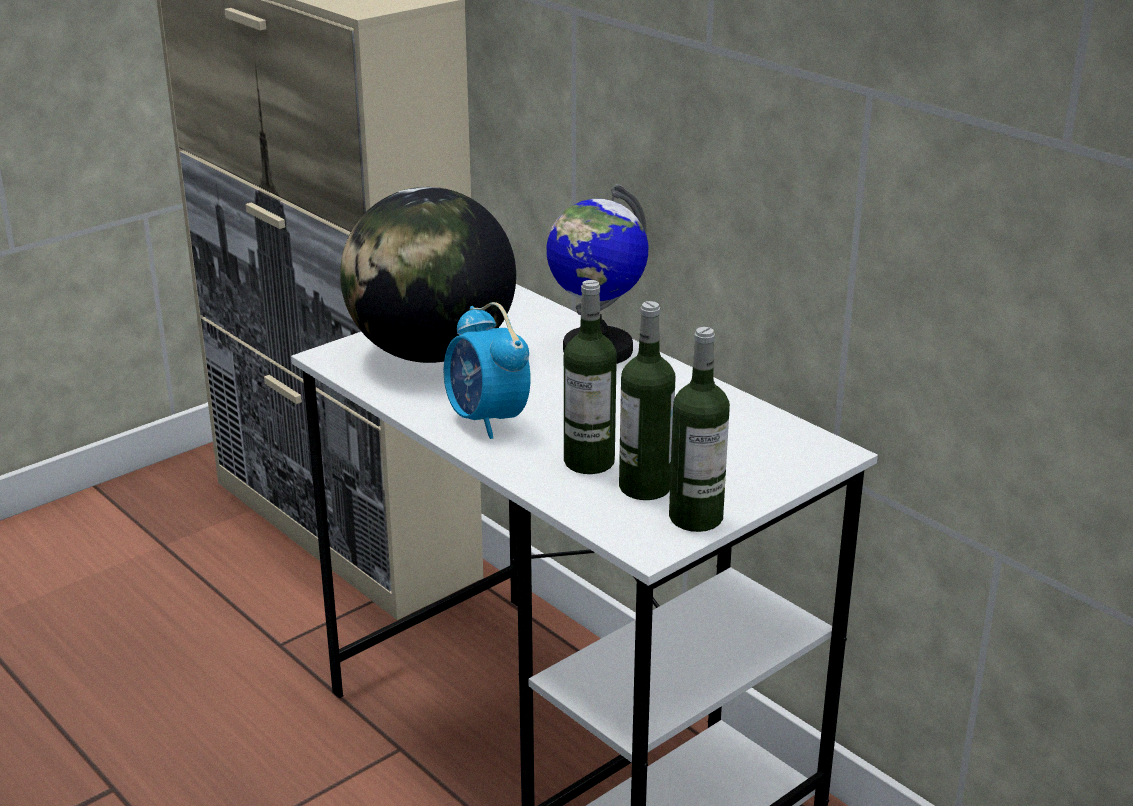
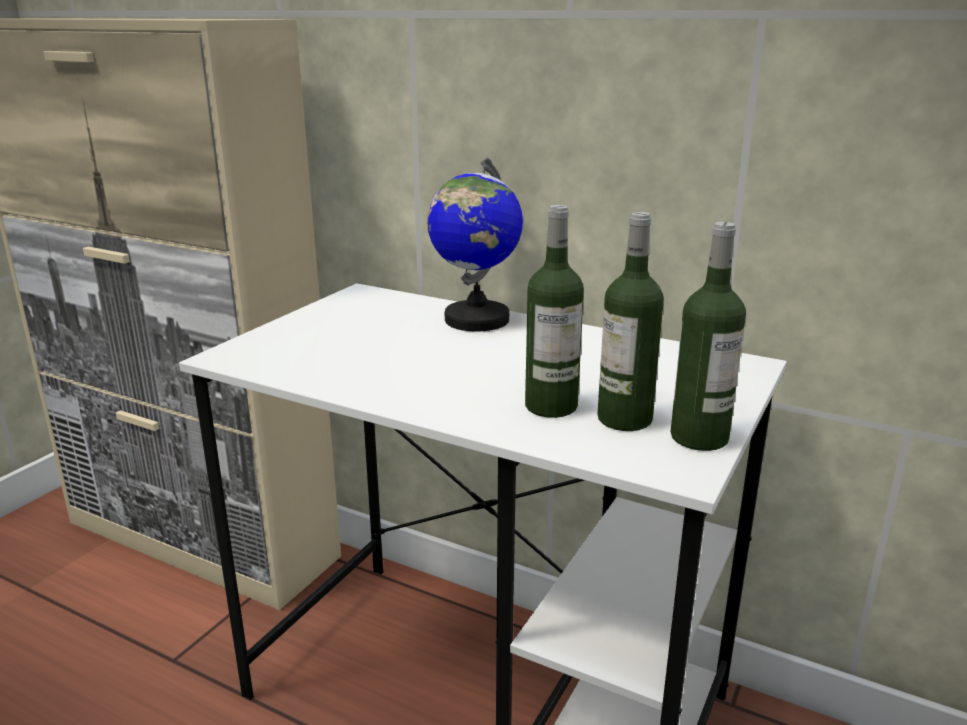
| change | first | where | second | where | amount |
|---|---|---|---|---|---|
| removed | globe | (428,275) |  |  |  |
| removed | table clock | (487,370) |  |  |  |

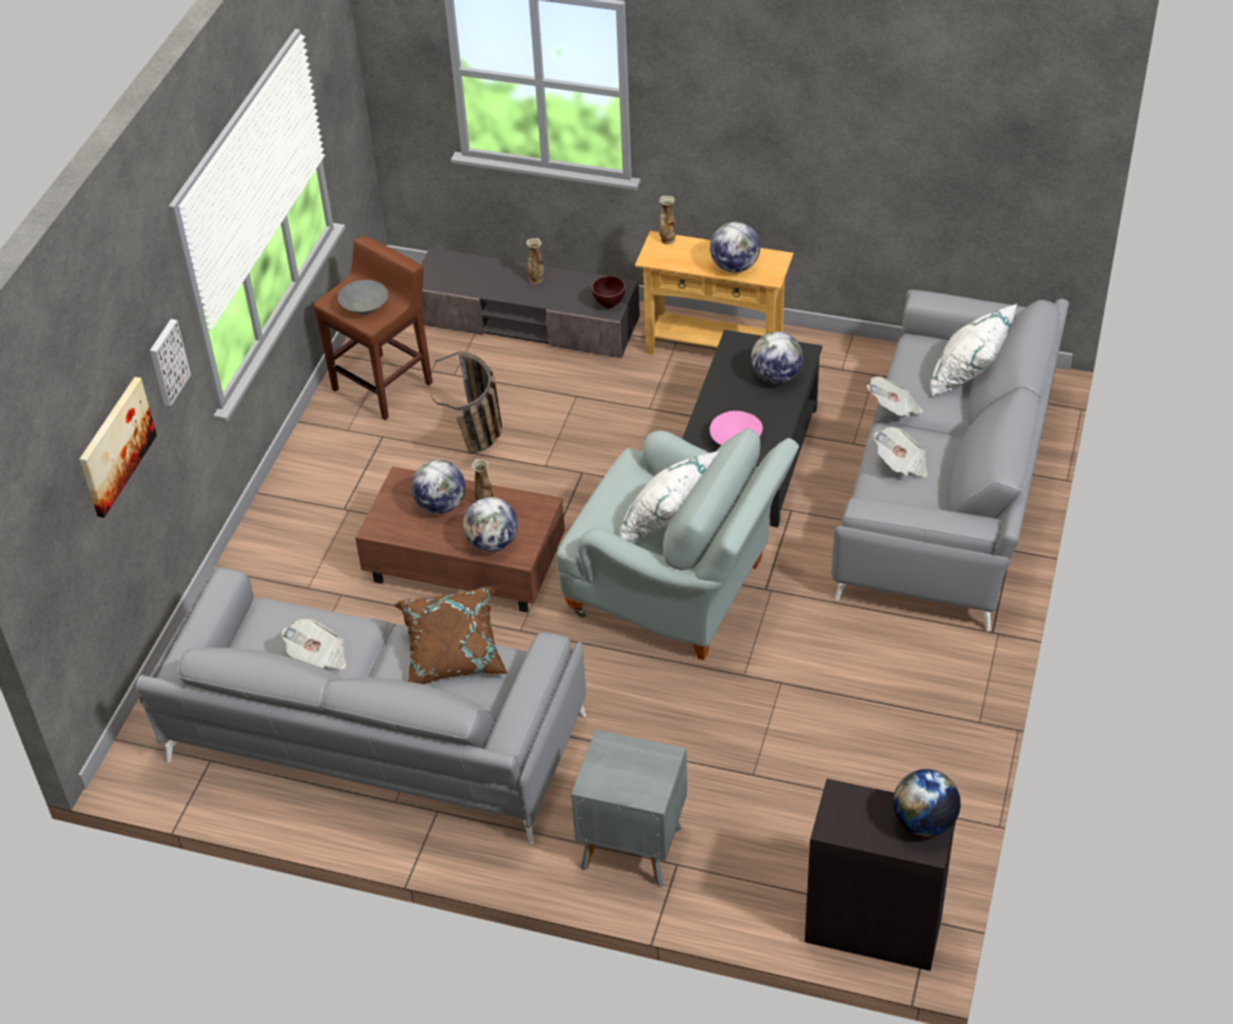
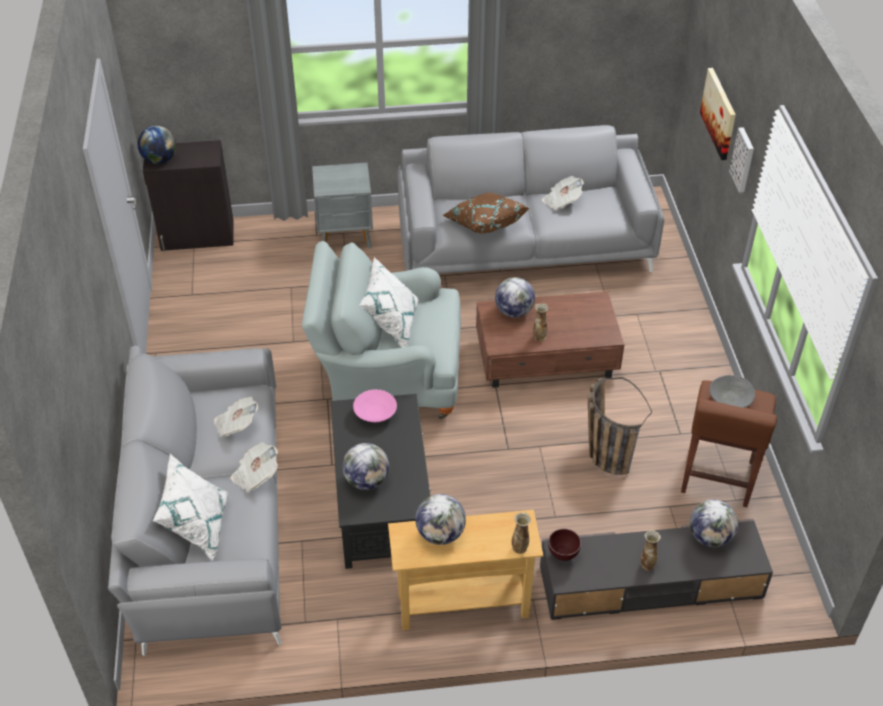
| change | first | where | second | where | amount |
|---|---|---|---|---|---|
| moved | globe | (438,487) |  | (714,523) |  |

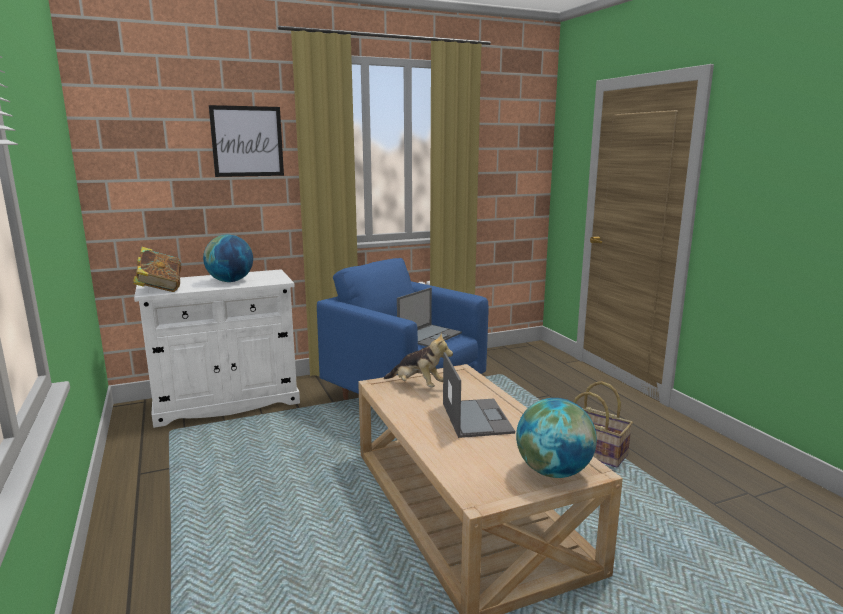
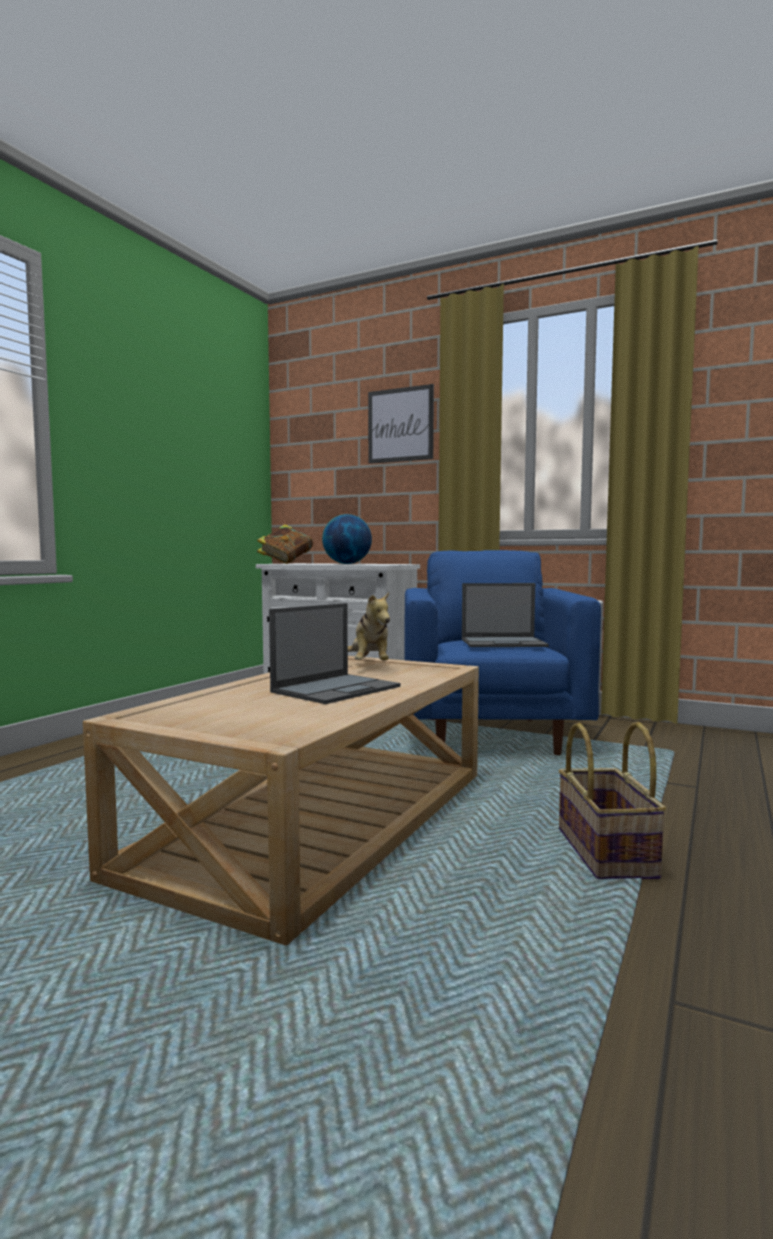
| change | first | where | second | where | amount |
|---|---|---|---|---|---|
| removed | globe | (556,438) |  |  |  |

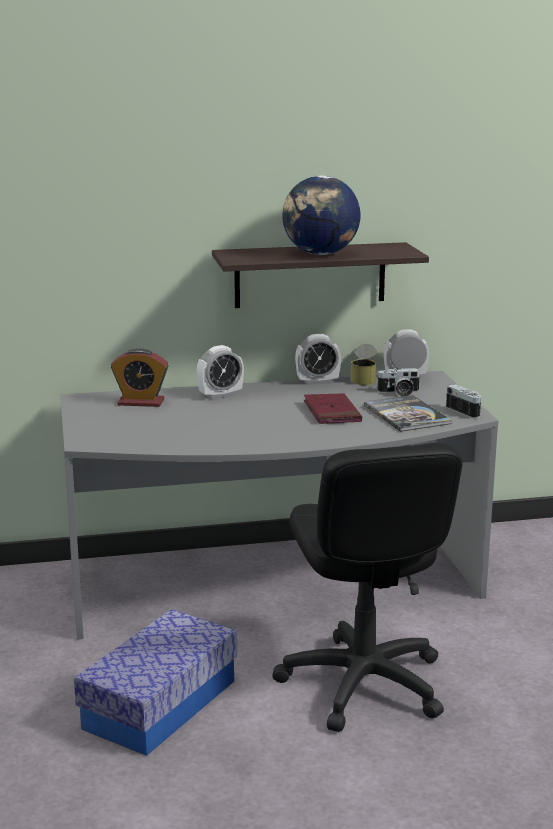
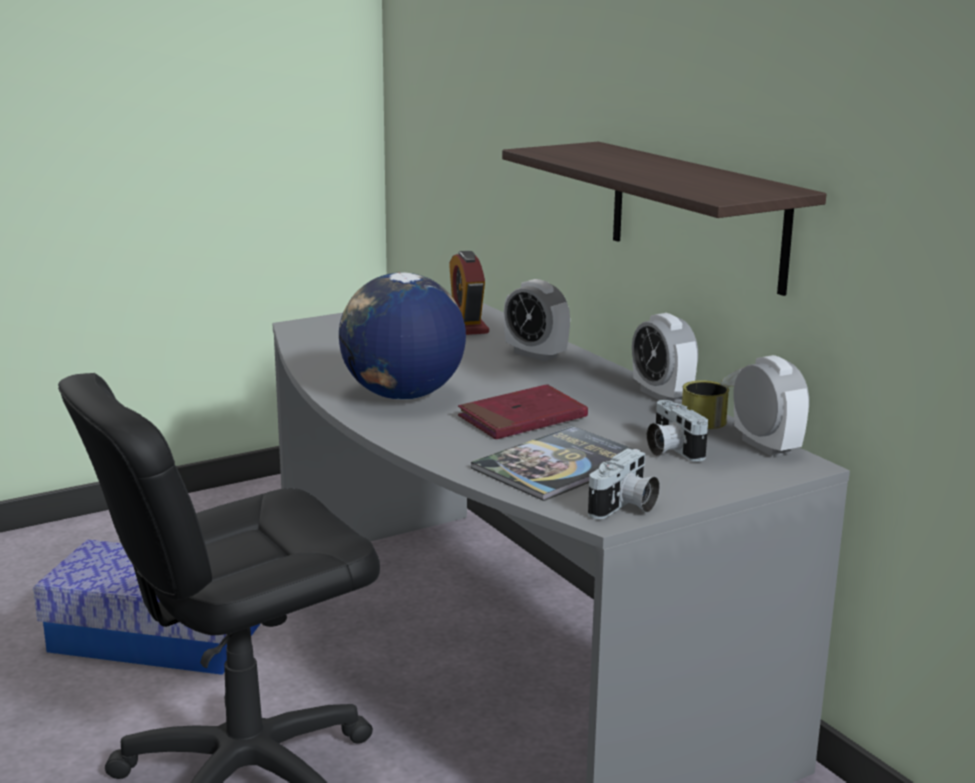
| change | first | where | second | where | amount |
|---|---|---|---|---|---|
| moved | globe | (321,215) |  | (402,336) |  |

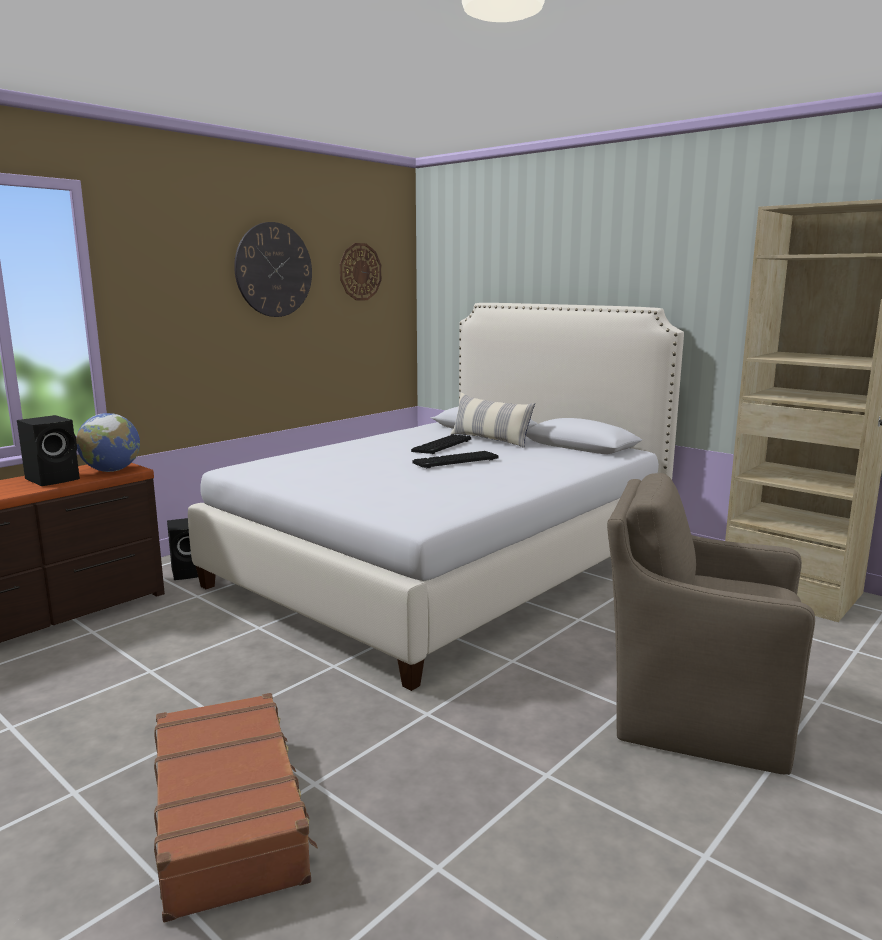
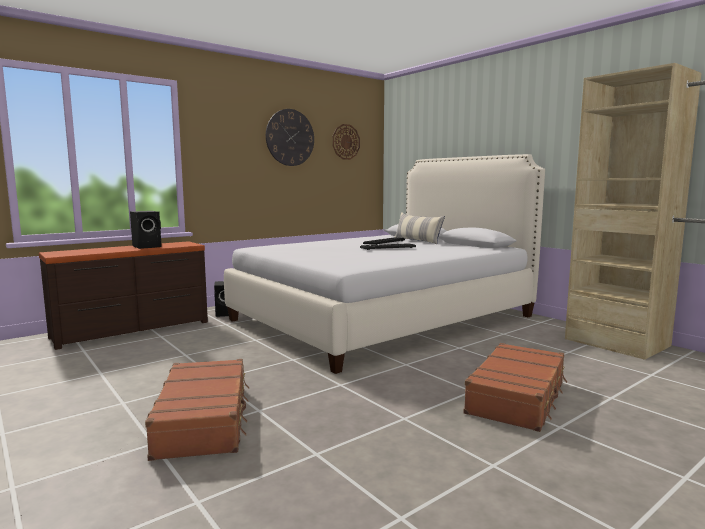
| change | first | where | second | where | amount |
|---|---|---|---|---|---|
| removed | globe | (108,442) |  |  |  |
| replaced | armchair (brown-coloured) | (711,624) | travel case (brown-coloured) | (515,387) |  |

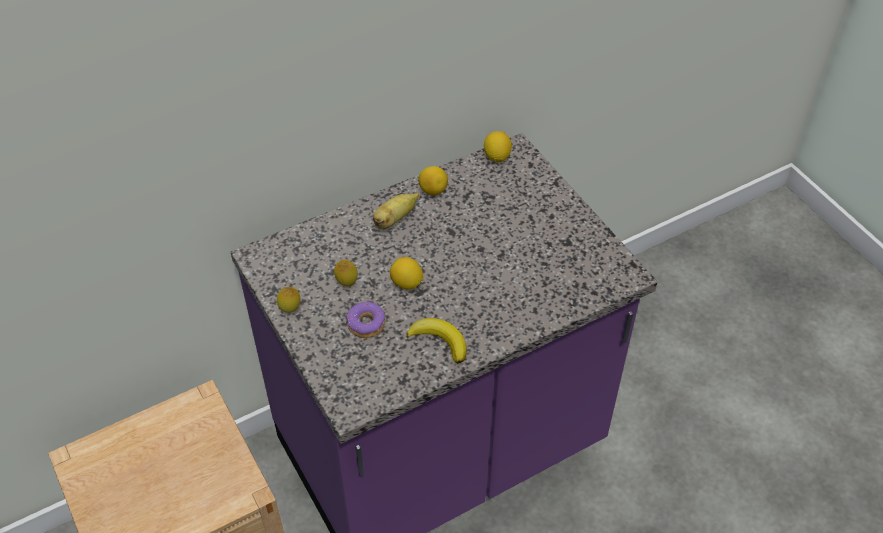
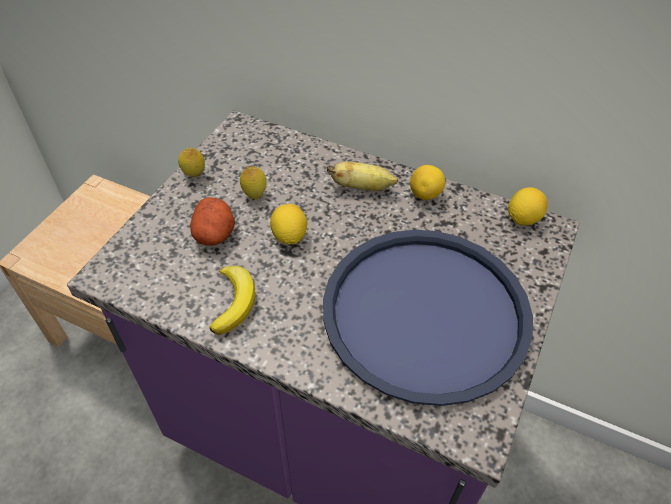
| change | first | where | second | where | amount |
|---|---|---|---|---|---|
| replaced | donut | (366,320) | potato | (212,221) |  |
| added |  |  | tray (blue-coloured) | (428,318) |  |

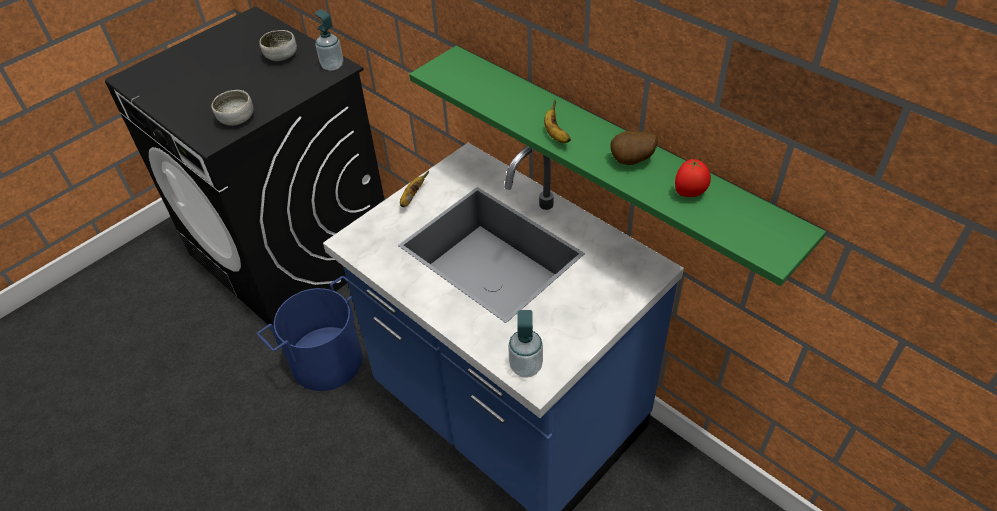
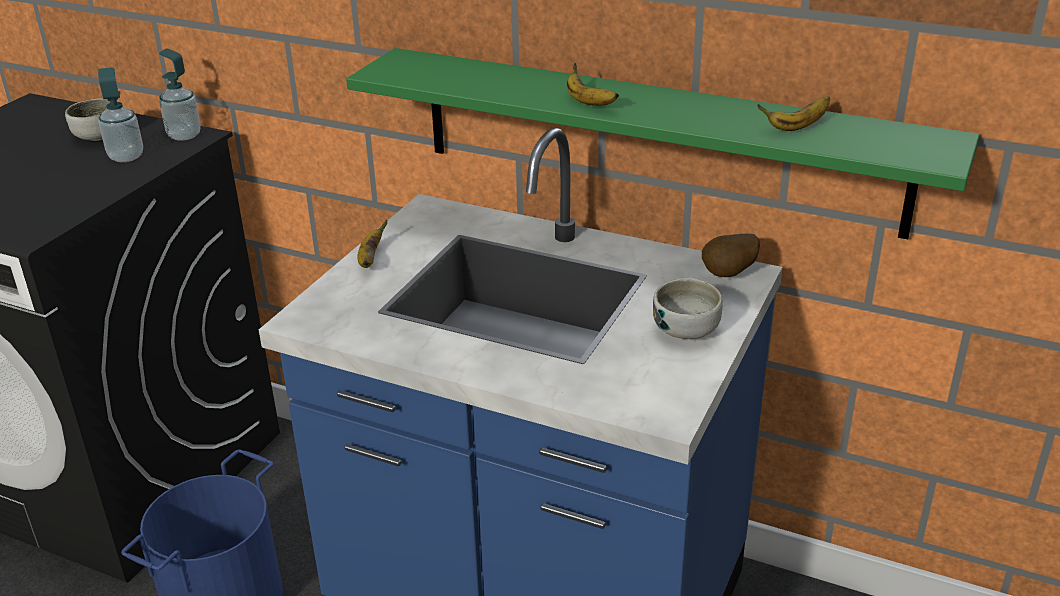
| change | first | where | second | where | amount |
|---|---|---|---|---|---|
| moved | serving bowl | (232,108) |  | (688,308) |  |
| moved | soap bottle | (525,344) |  | (120,114) |  |
| moved | potato | (634,148) |  | (731,255) |  |
| replaced | fresh tomato | (693,178) | banana | (793,113) |  |

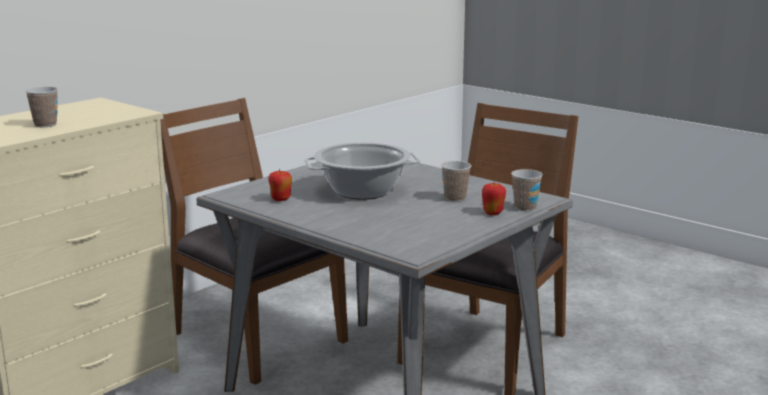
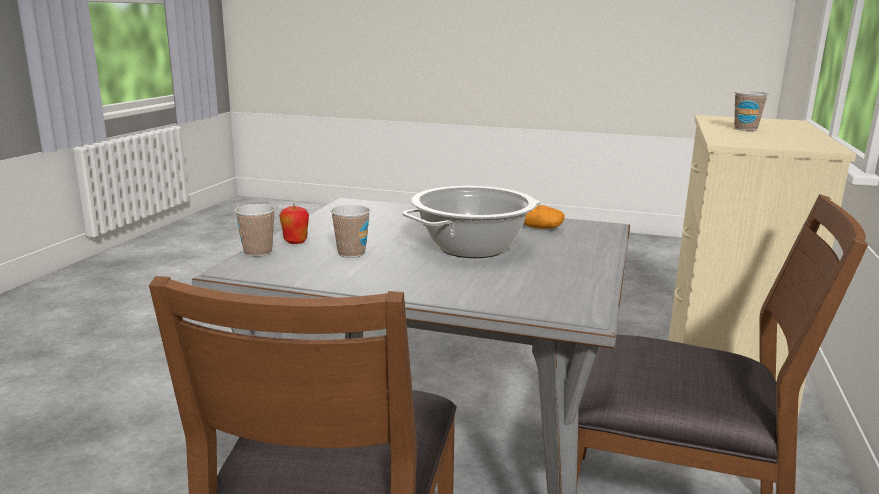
| change | first | where | second | where | amount |
|---|---|---|---|---|---|
| replaced | whole apple | (280,185) | potato | (544,217) |  |

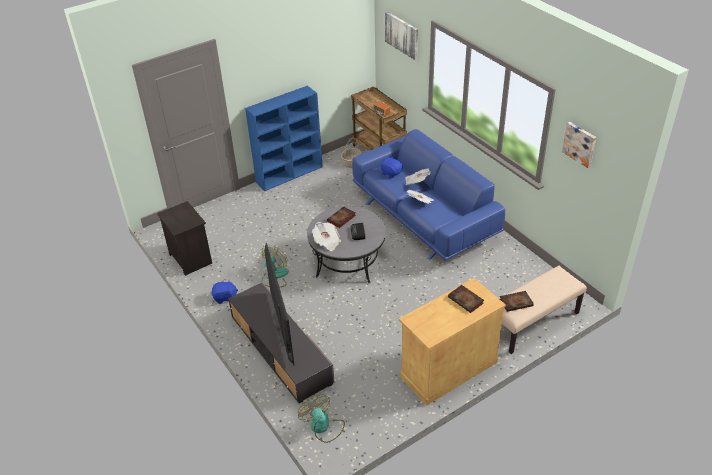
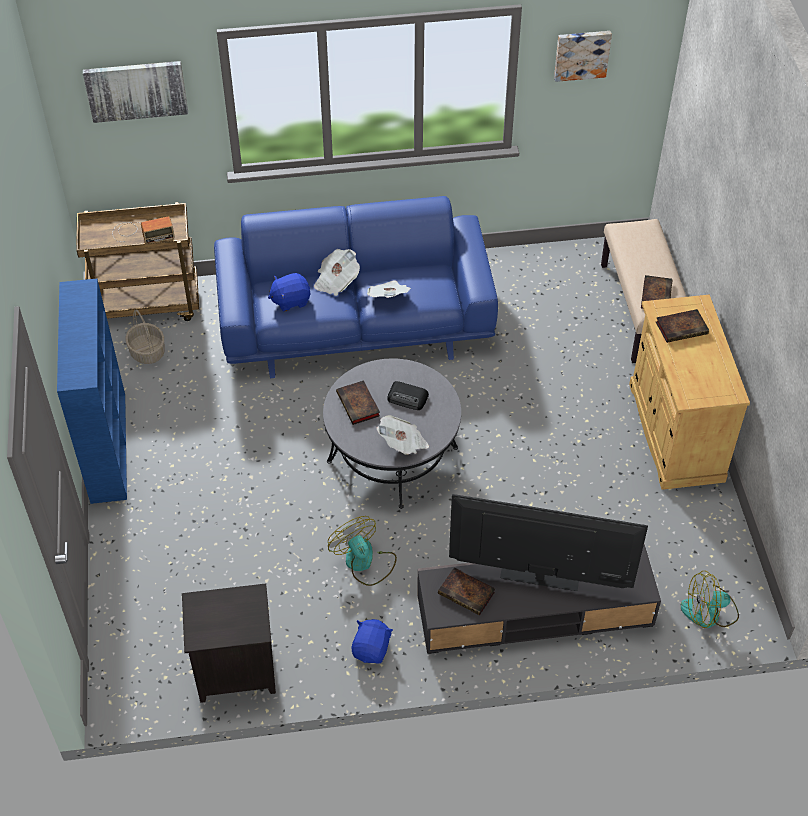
| change | first | where | second | where | amount |
|---|---|---|---|---|---|
| added |  |  | volume | (466,591) |  |

